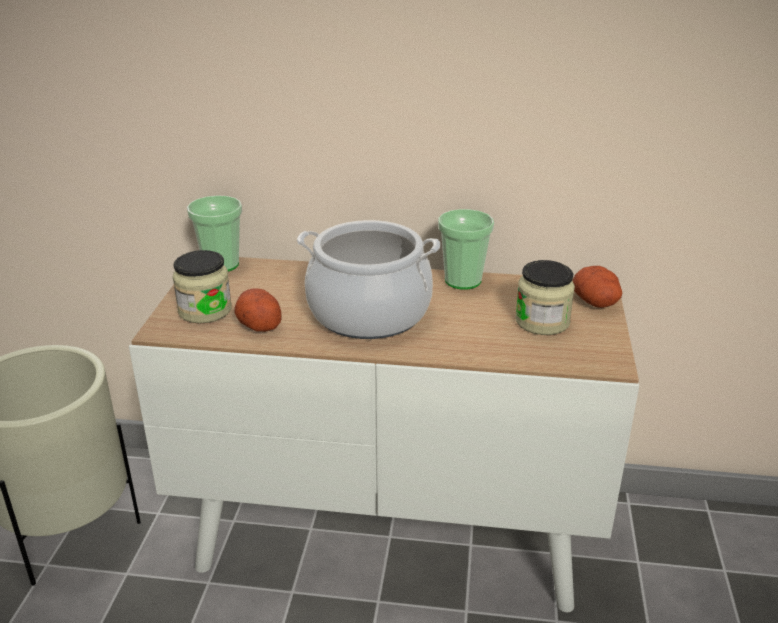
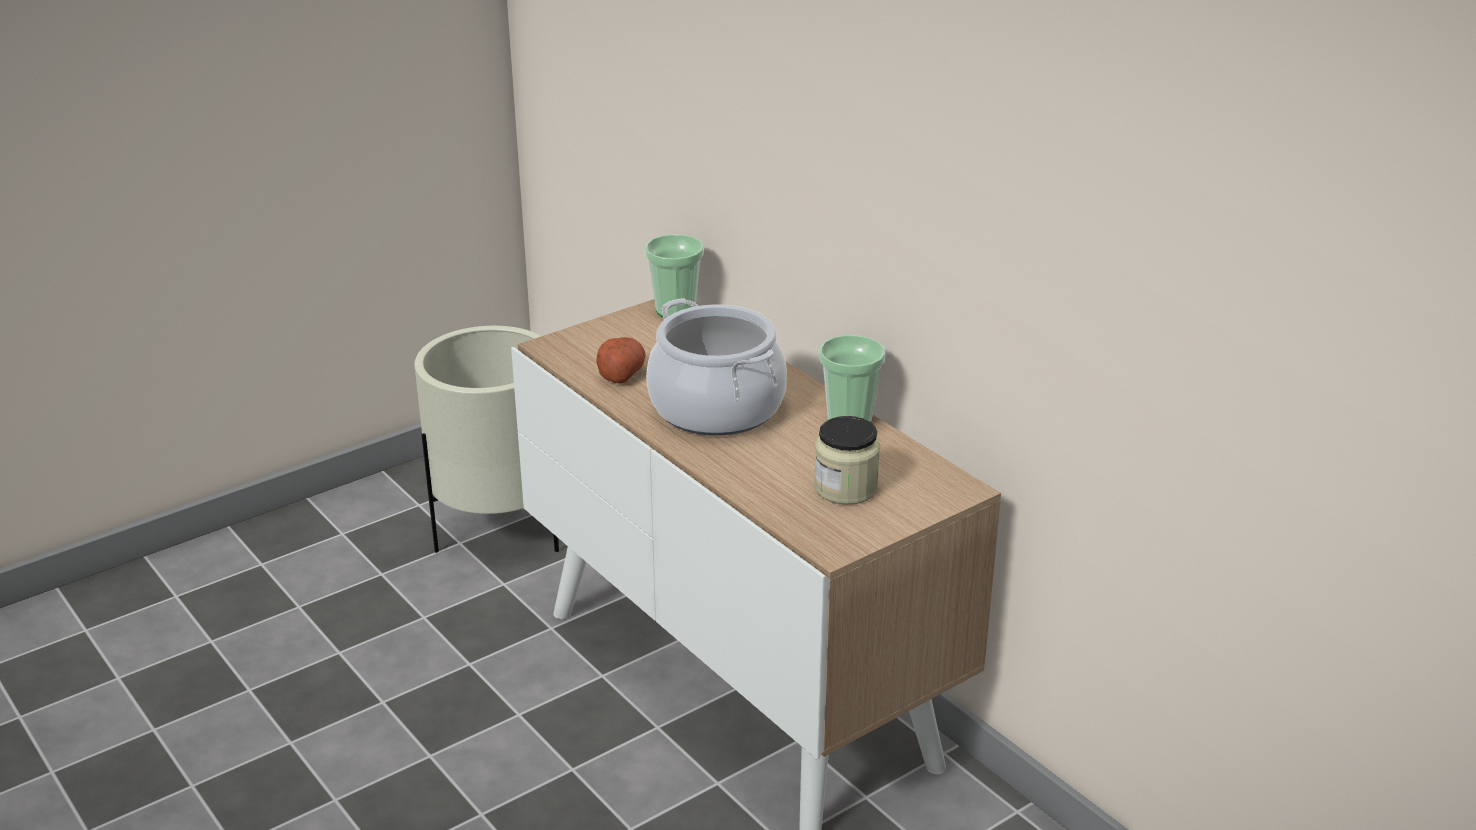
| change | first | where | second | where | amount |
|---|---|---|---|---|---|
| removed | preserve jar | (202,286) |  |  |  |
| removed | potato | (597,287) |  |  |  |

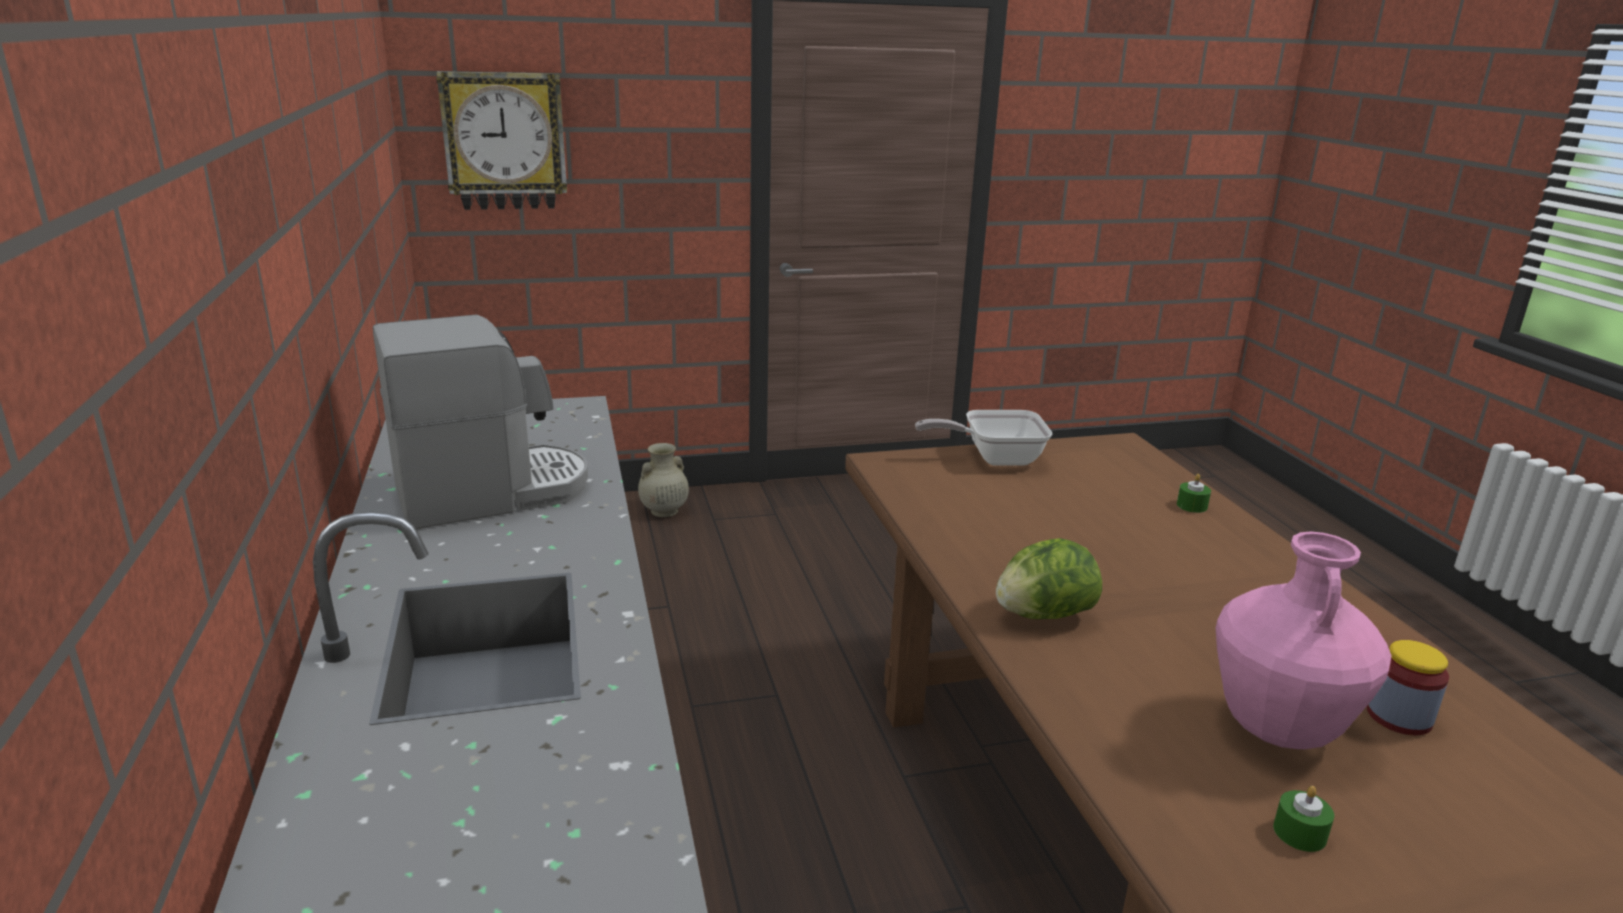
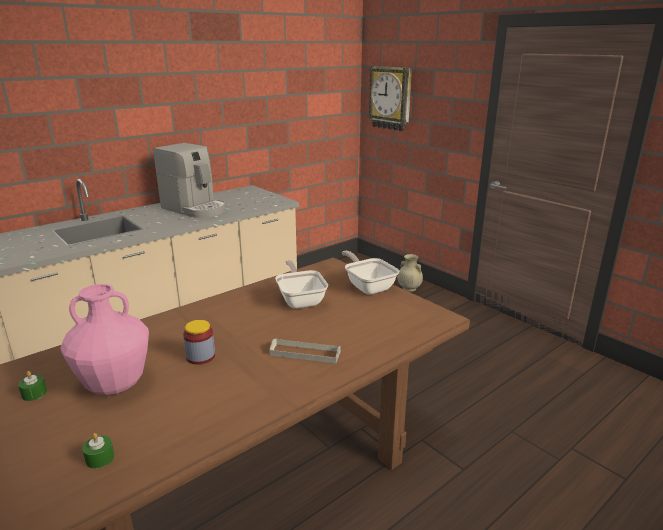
| change | first | where | second | where | amount |
|---|---|---|---|---|---|
| removed | lettuce | (1049,578) |  |  |  |
| moved | candle (greenish) | (1194,493) |  | (98,451) |  |
| moved | preserve jar | (1408,687) |  | (199,342) |  |
| added |  |  | tray (greyish) | (305,350) |  |
| added |  |  | frying pan | (301,284) |  |

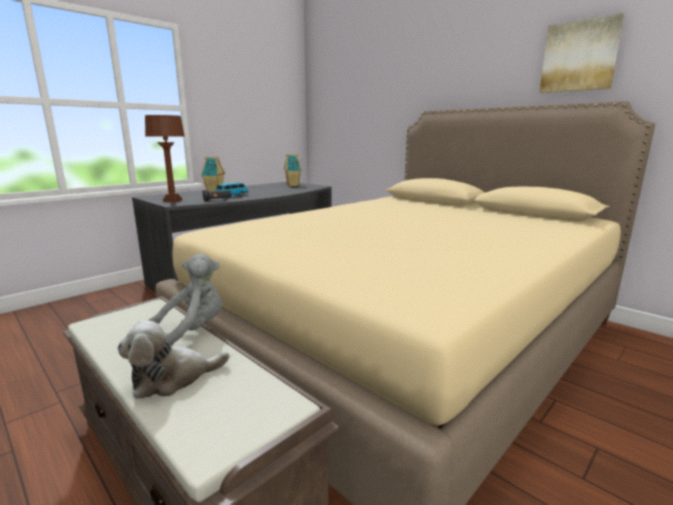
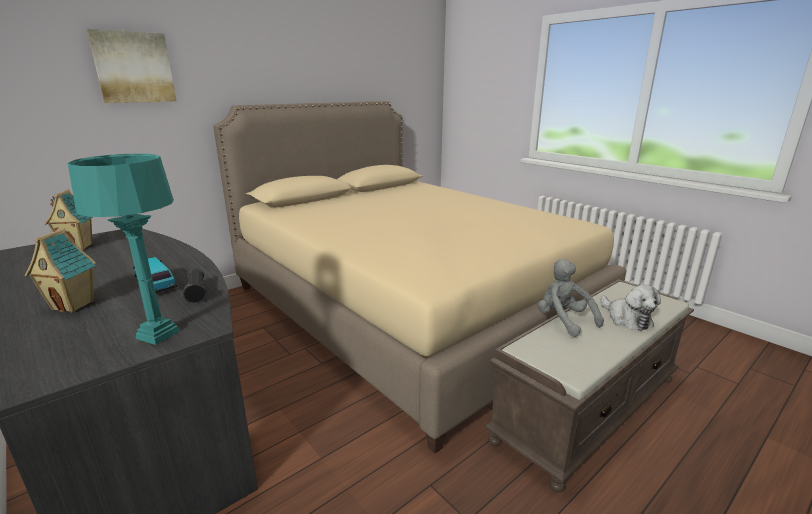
| change | first | where | second | where | amount |
|---|---|---|---|---|---|
| recoloured | lamp for a table (brown-coloured) | (165,158) | lamp for a table (turquoise) | (124,249) |  |
| moved | picture | (581,53) |  | (131,66) |  |

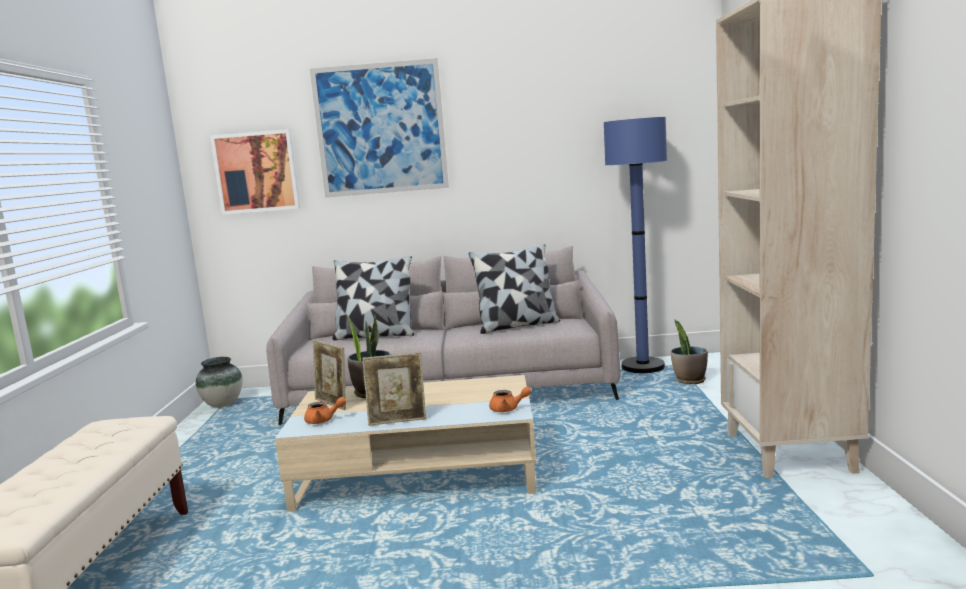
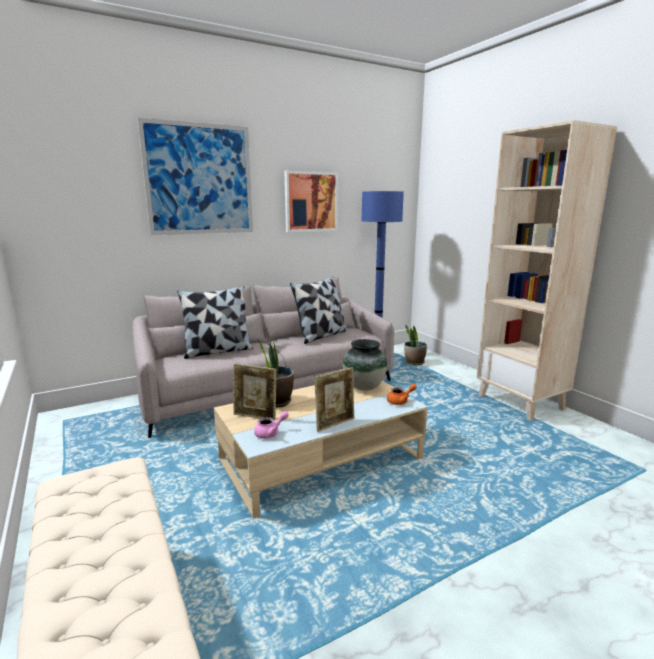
| change | first | where | second | where | amount |
|---|---|---|---|---|---|
| moved | decorative vase | (219,382) |  | (365,365) |  |
| moved | picture | (255,172) |  | (311,201) |  |
| recoloured | teapot (orange-coloured) | (325,410) | teapot (pink) | (271,424) |  |

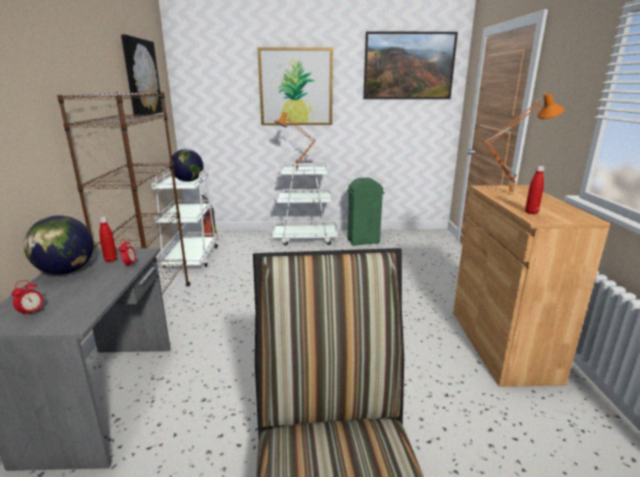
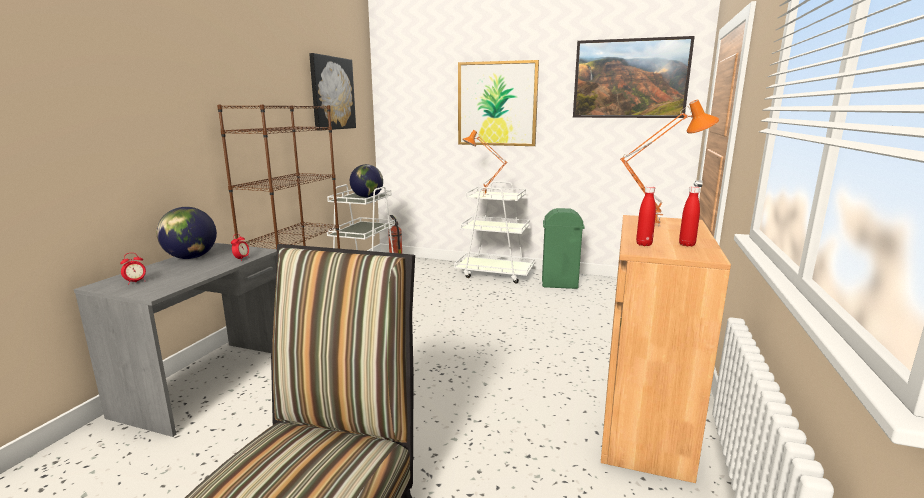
| change | first | where | second | where | amount |
|---|---|---|---|---|---|
| moved | drink bottle (red-coloured) | (108,239) |  | (689,216) |  |

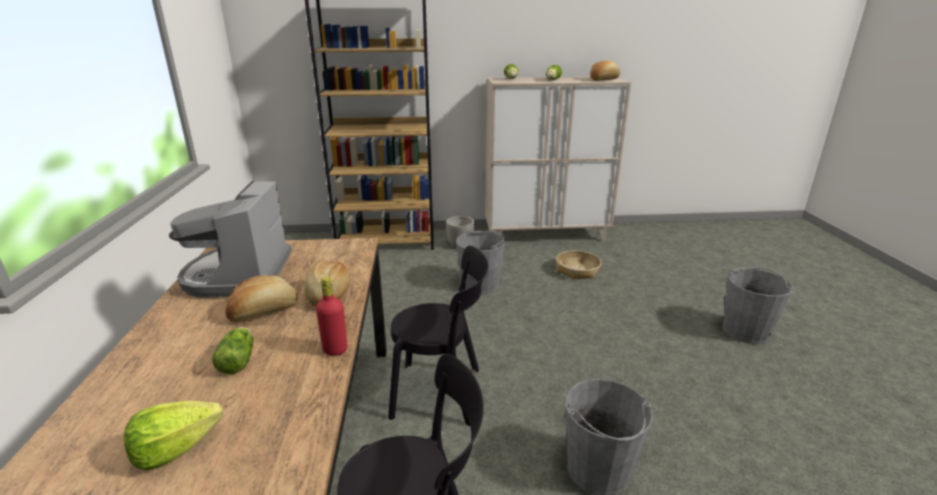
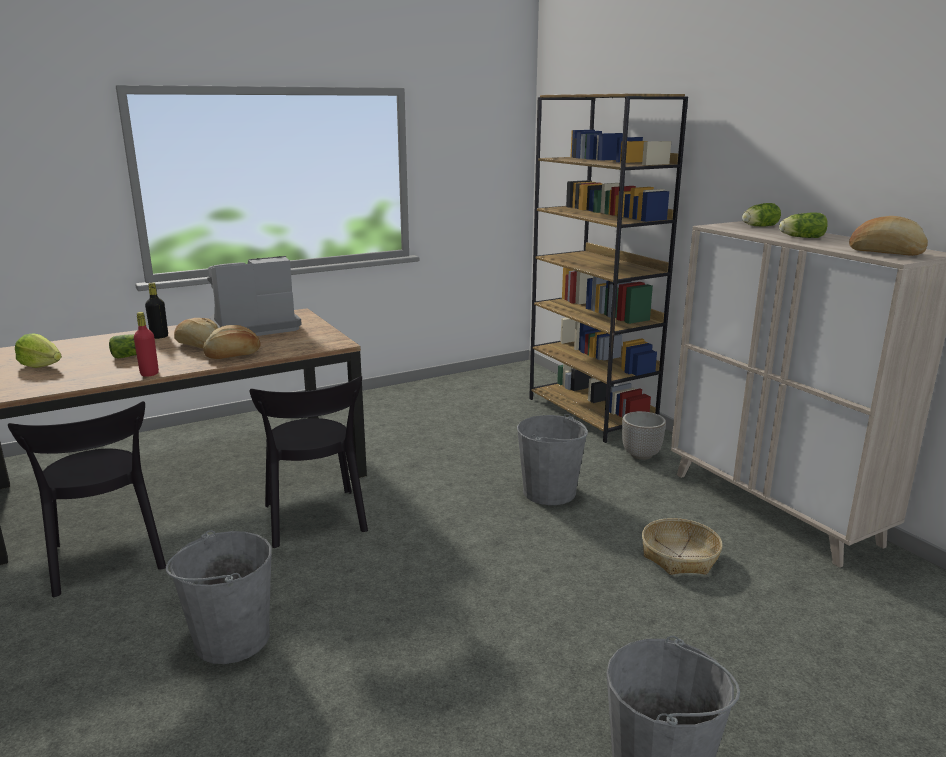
| change | first | where | second | where | amount |
|---|---|---|---|---|---|
| added |  |  | drink bottle (black-coloured) | (156,311) |  |

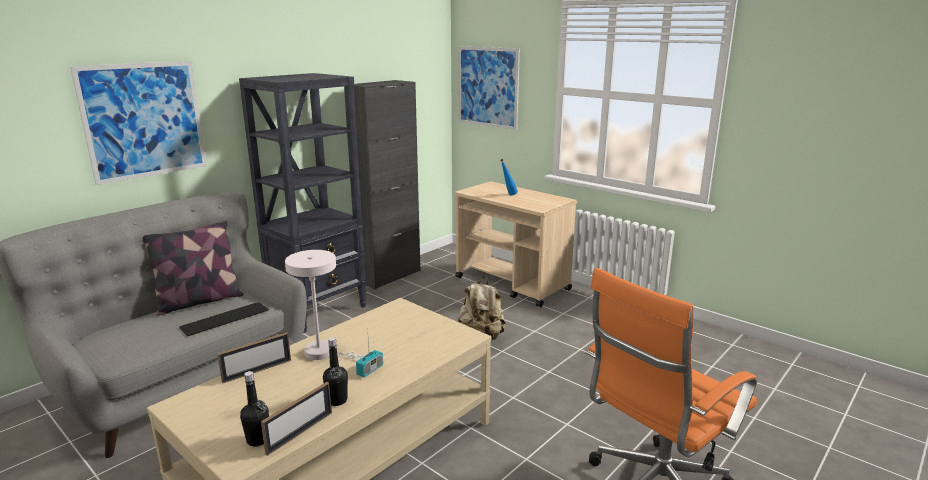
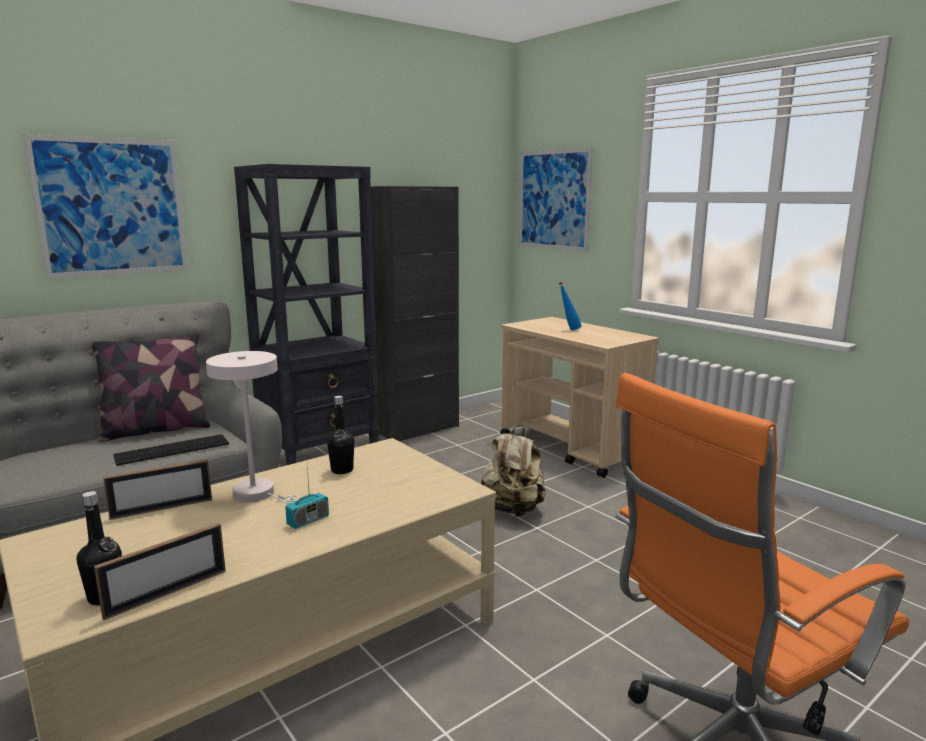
| change | first | where | second | where | amount |
|---|---|---|---|---|---|
| moved | drink bottle (black-coloured) | (335,371) |  | (340,435) |  |

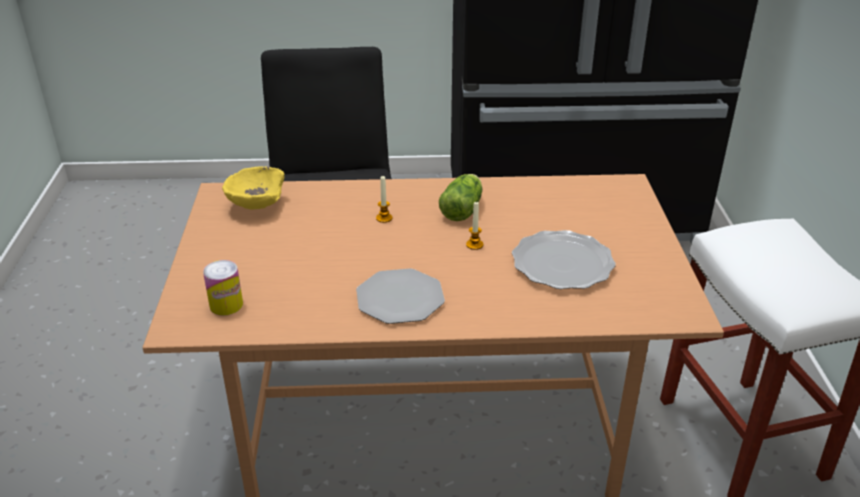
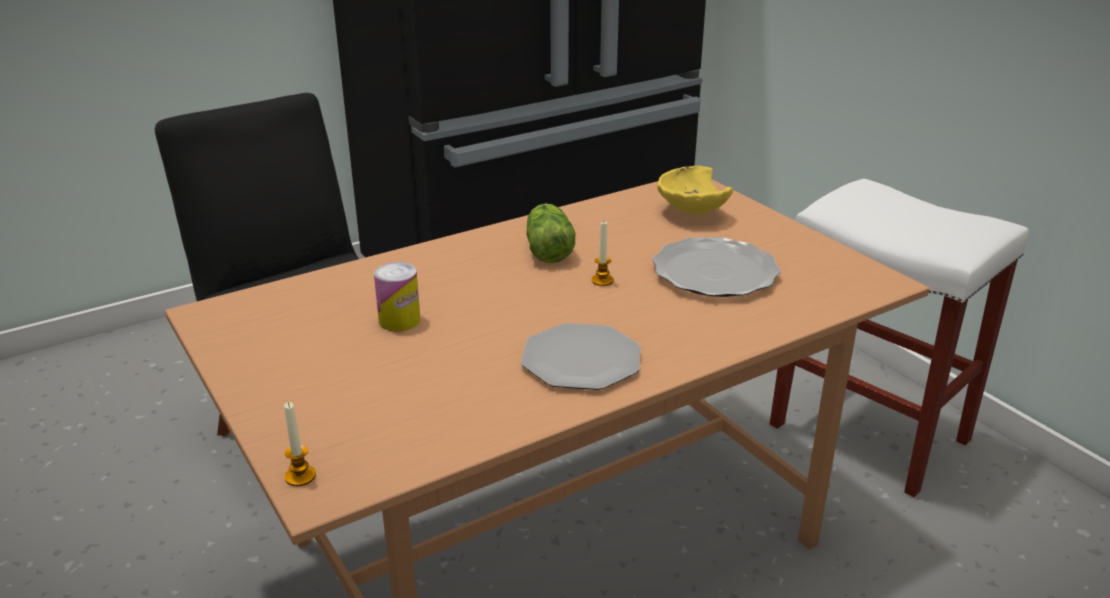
| change | first | where | second | where | amount |
|---|---|---|---|---|---|
| moved | metal can | (223,287) |  | (397,296) |  |
| moved | serving bowl (yellow) | (253,188) |  | (695,190) |  |
| moved | candle | (384,199) |  | (300,444) |  |

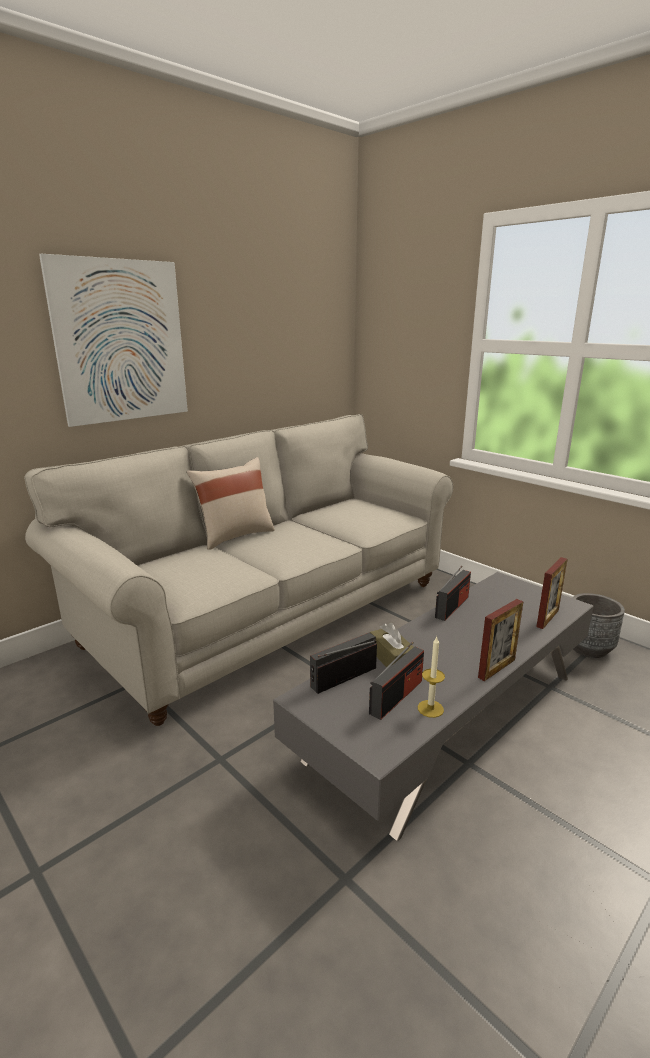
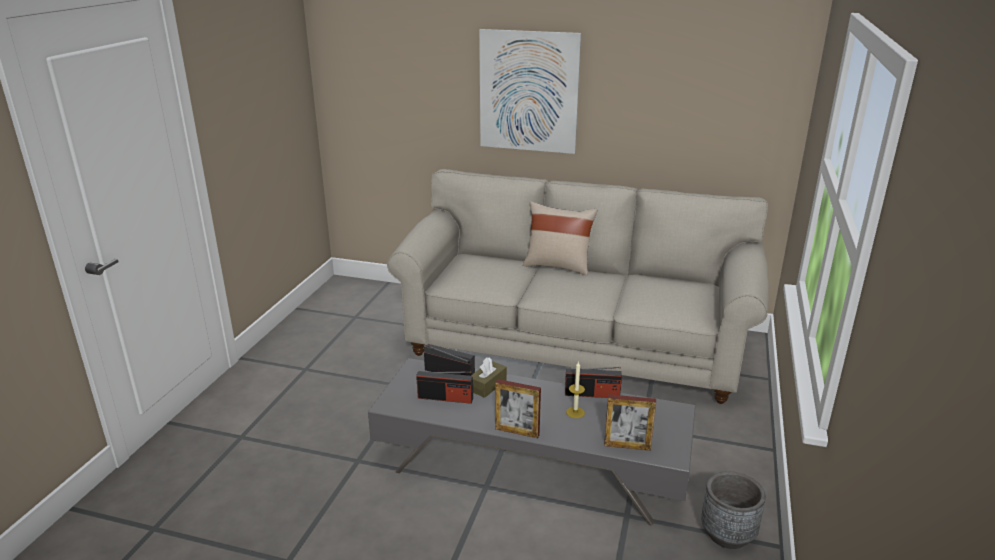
| change | first | where | second | where | amount |
|---|---|---|---|---|---|
| moved | candle | (431,677) |  | (575,389) |  |

